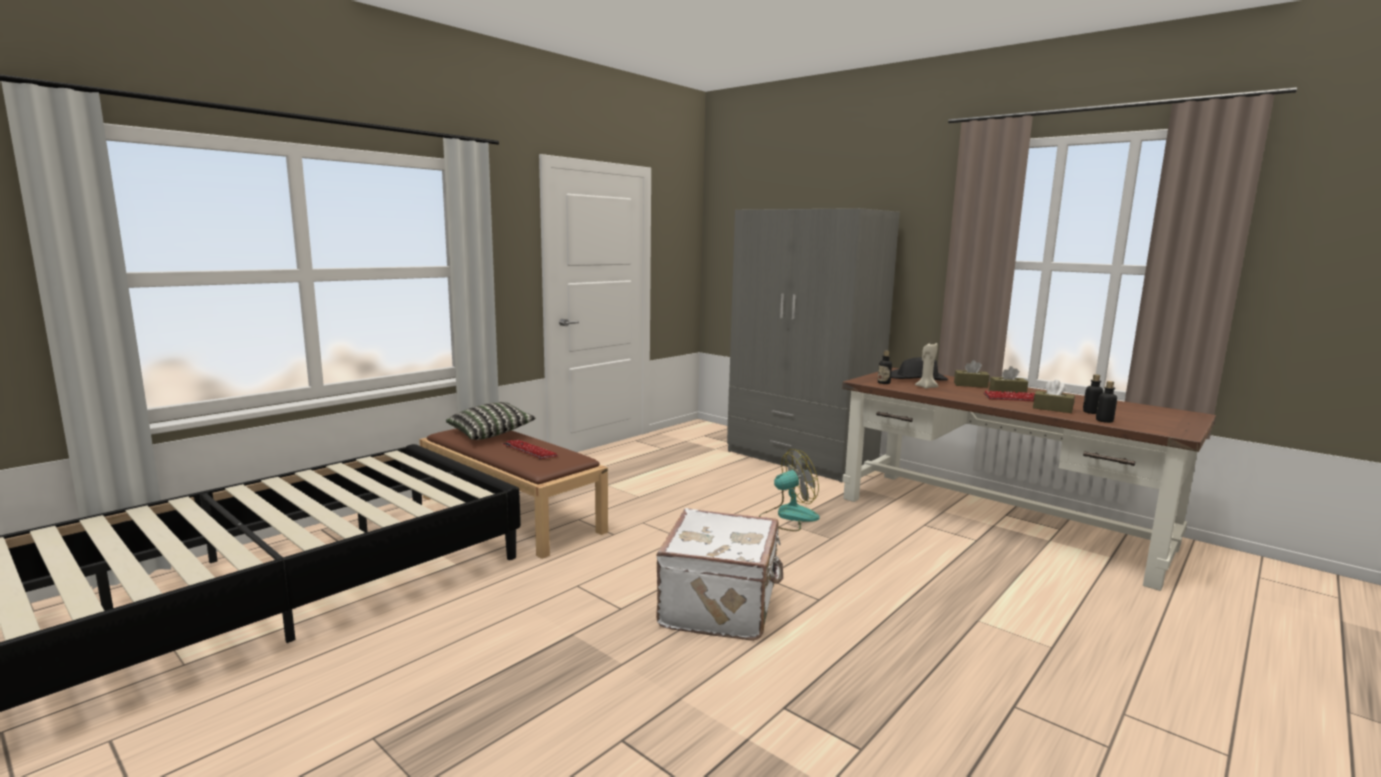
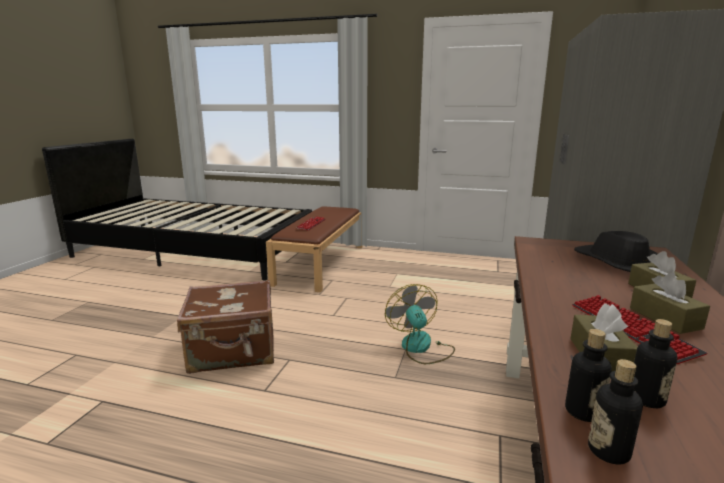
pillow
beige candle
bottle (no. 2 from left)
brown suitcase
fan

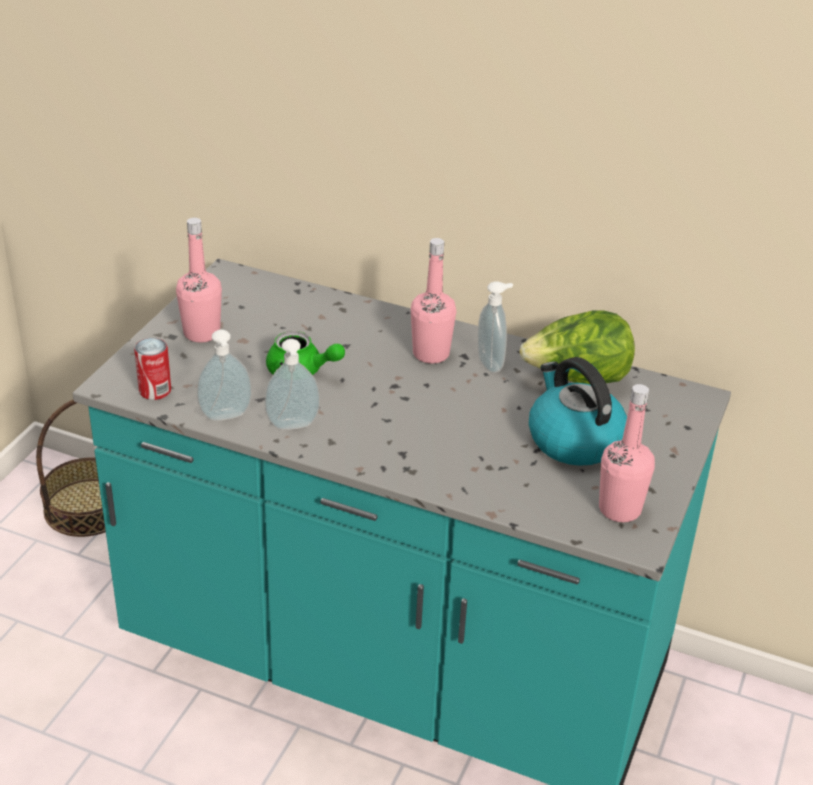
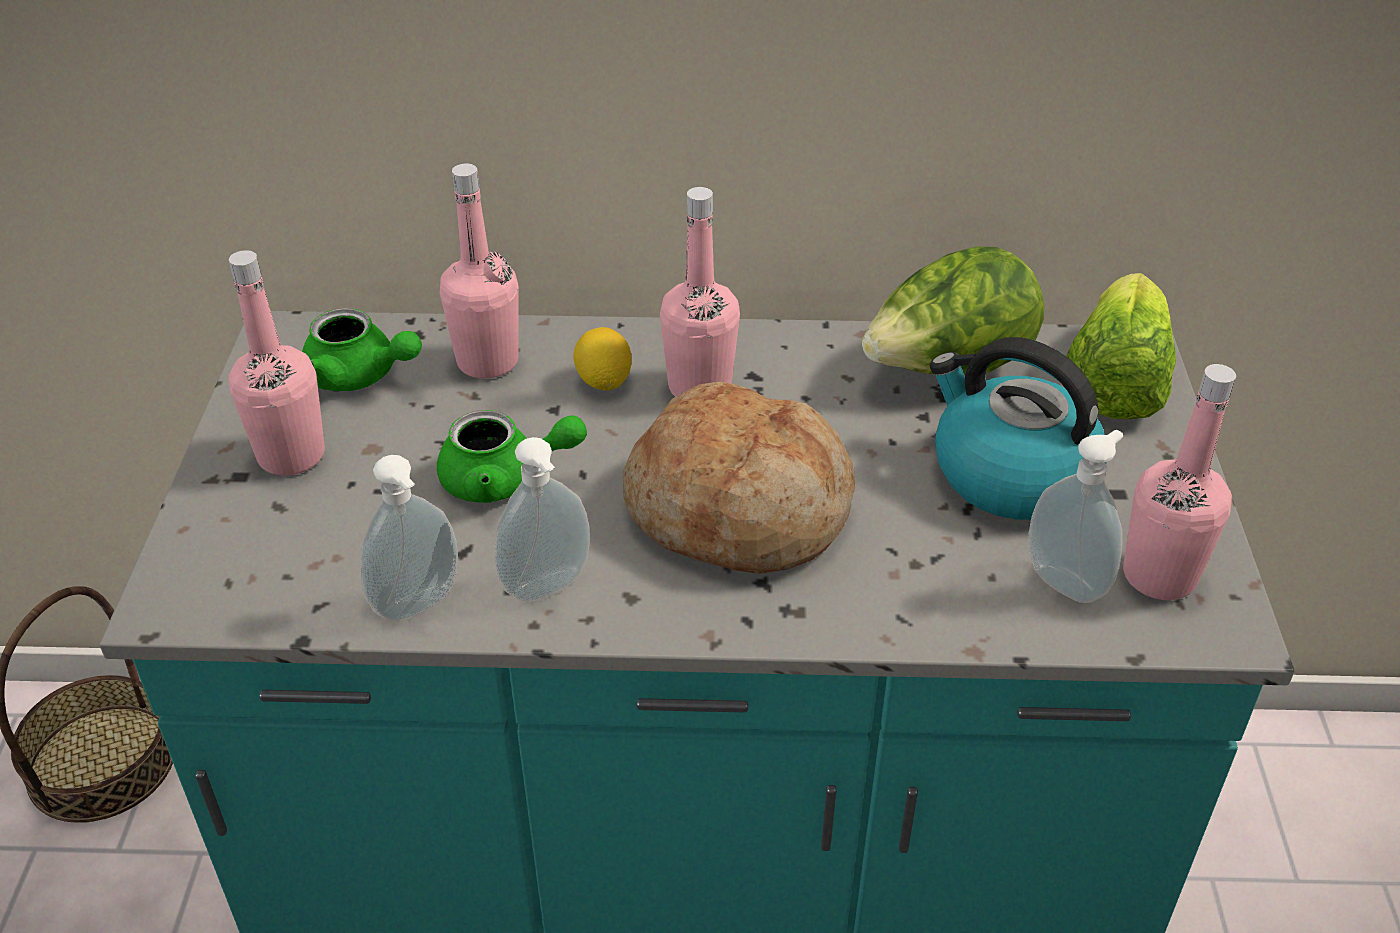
can
green teapot (no. 1 from left)
pink bottle (no. 2 from left)
lemon
bread
lettuce (no. 2 from left)
soap dispenser (no. 3 from left)

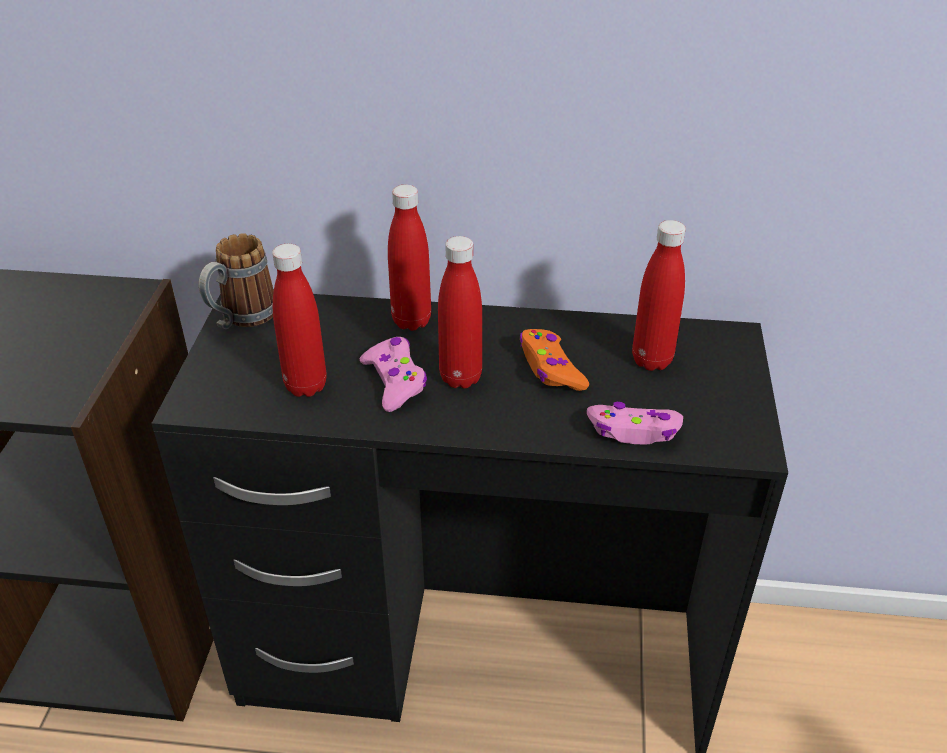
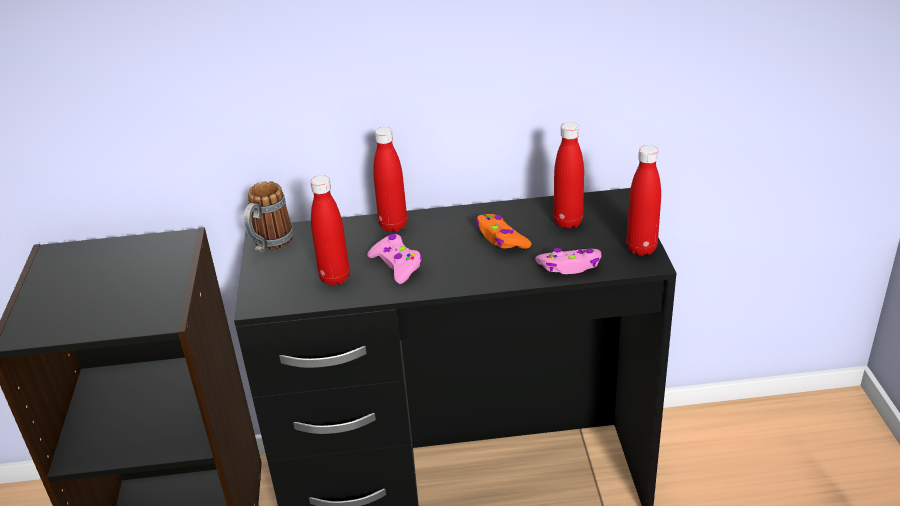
red bottle (no. 4 from left)

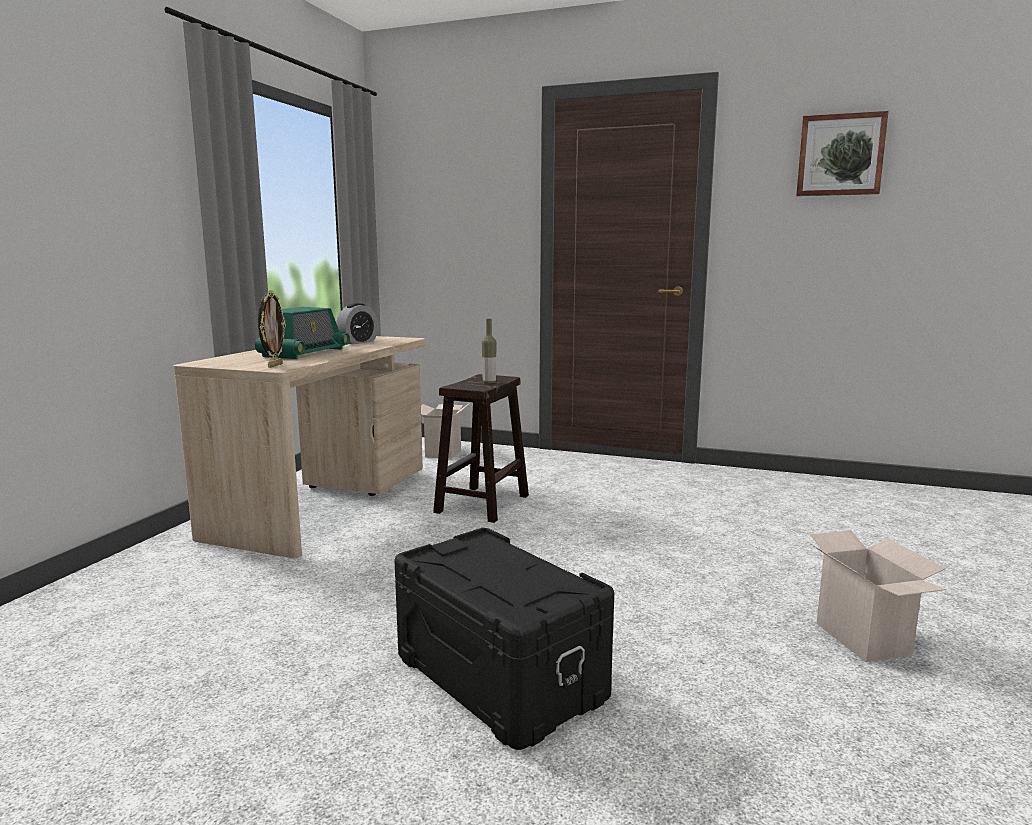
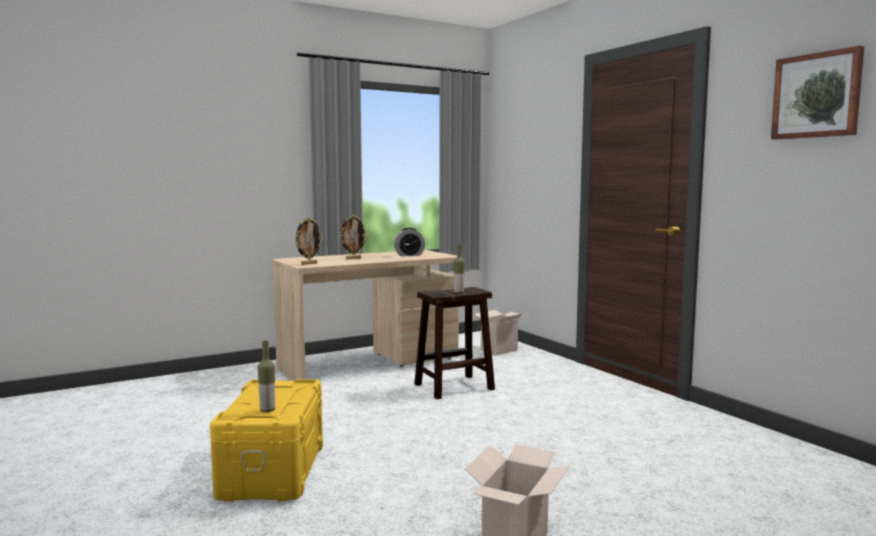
bottle (no. 1 from left)
picture frame (no. 2 from left)
yellow storage box

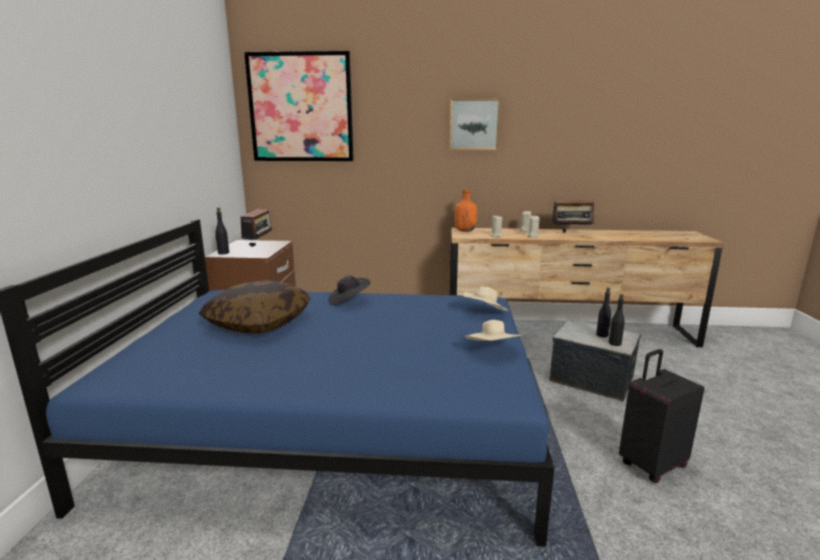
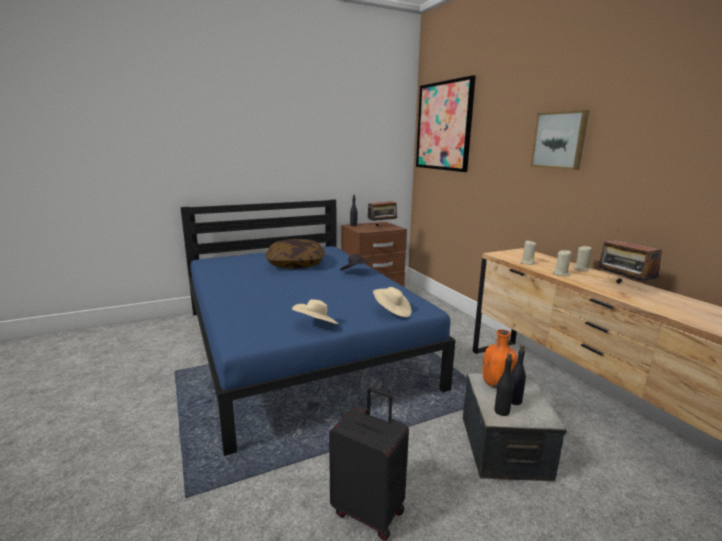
orange bottle

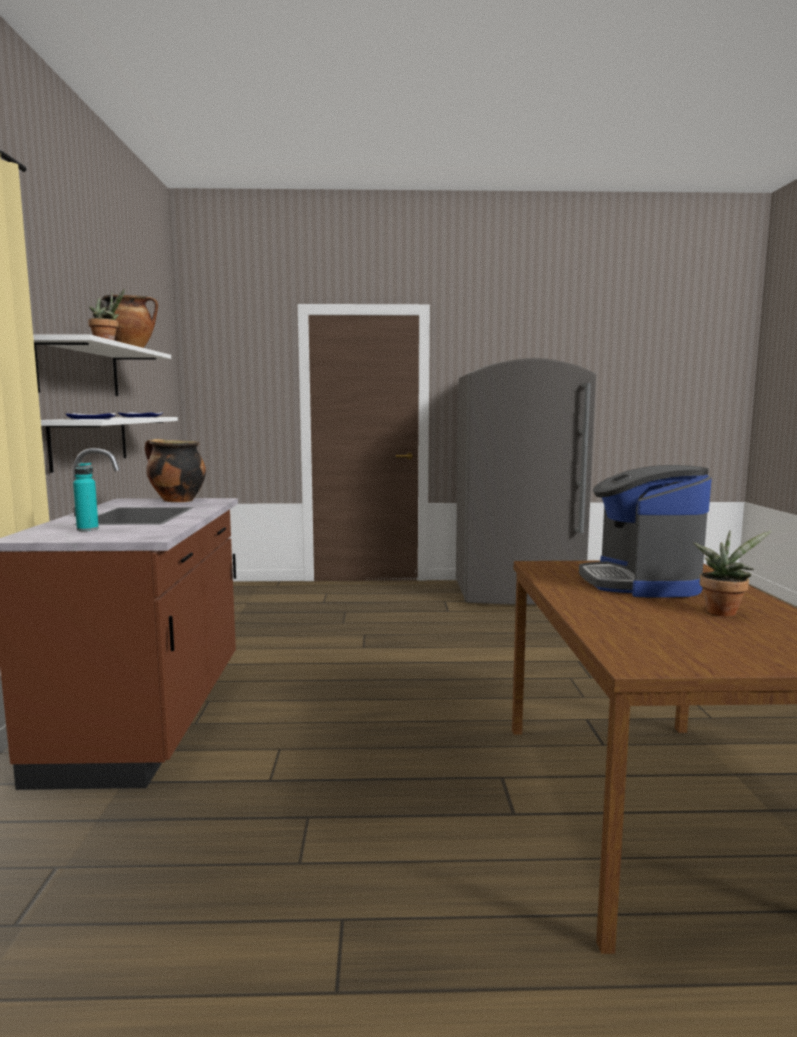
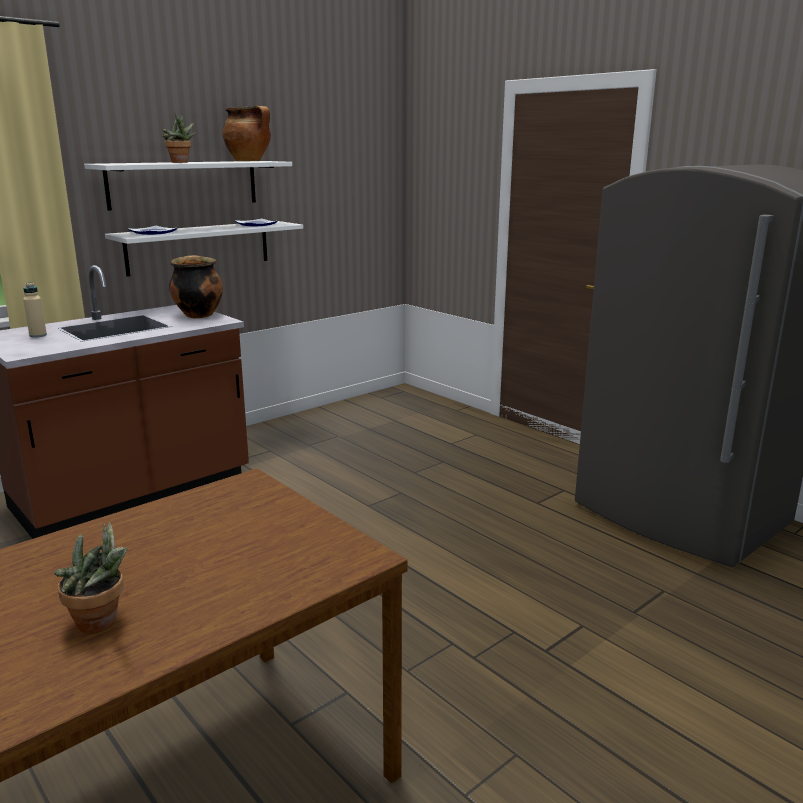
coffee machine
beige bottle

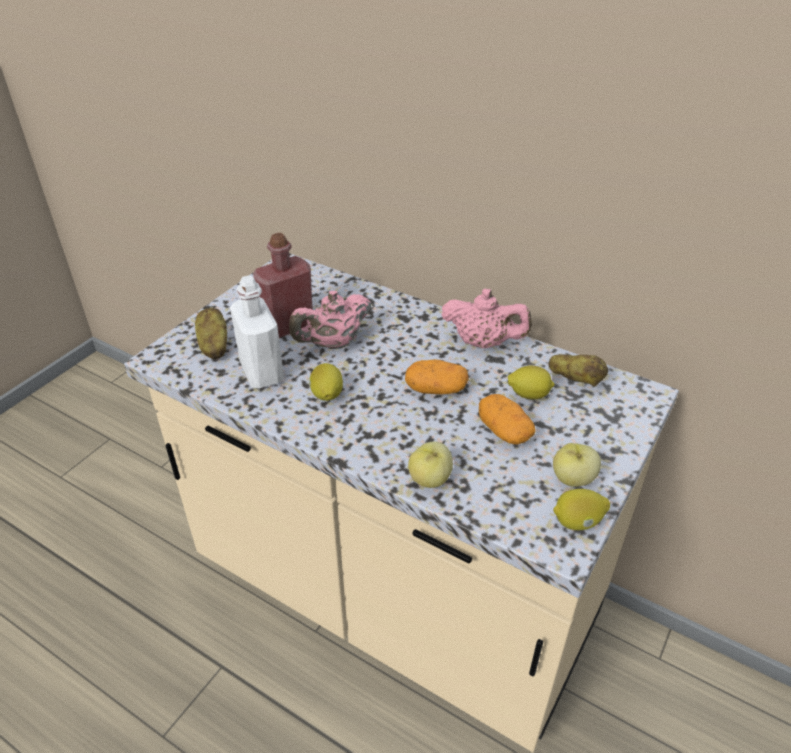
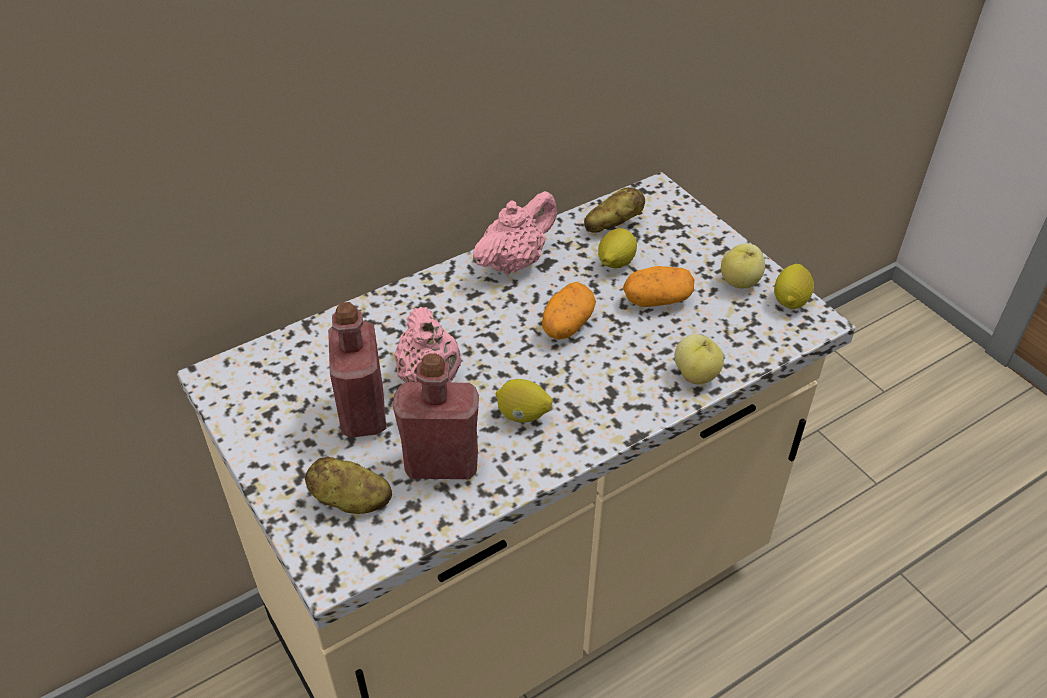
red bottle (no. 2 from left)

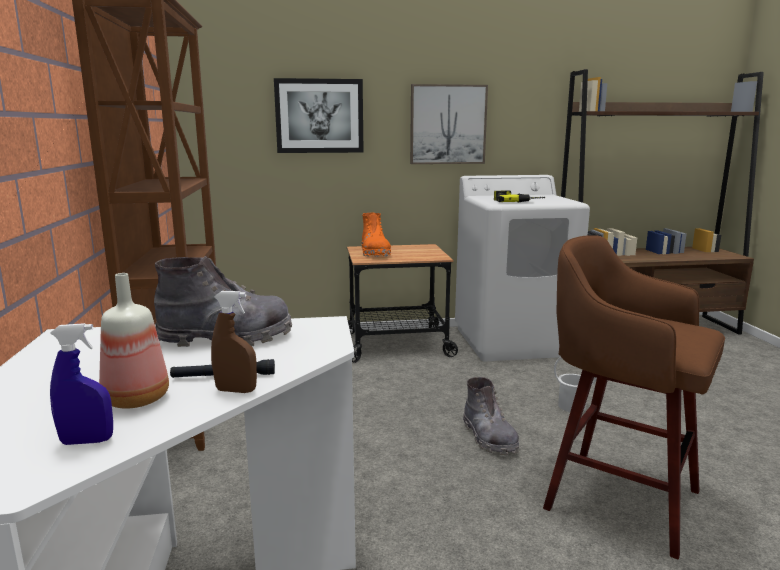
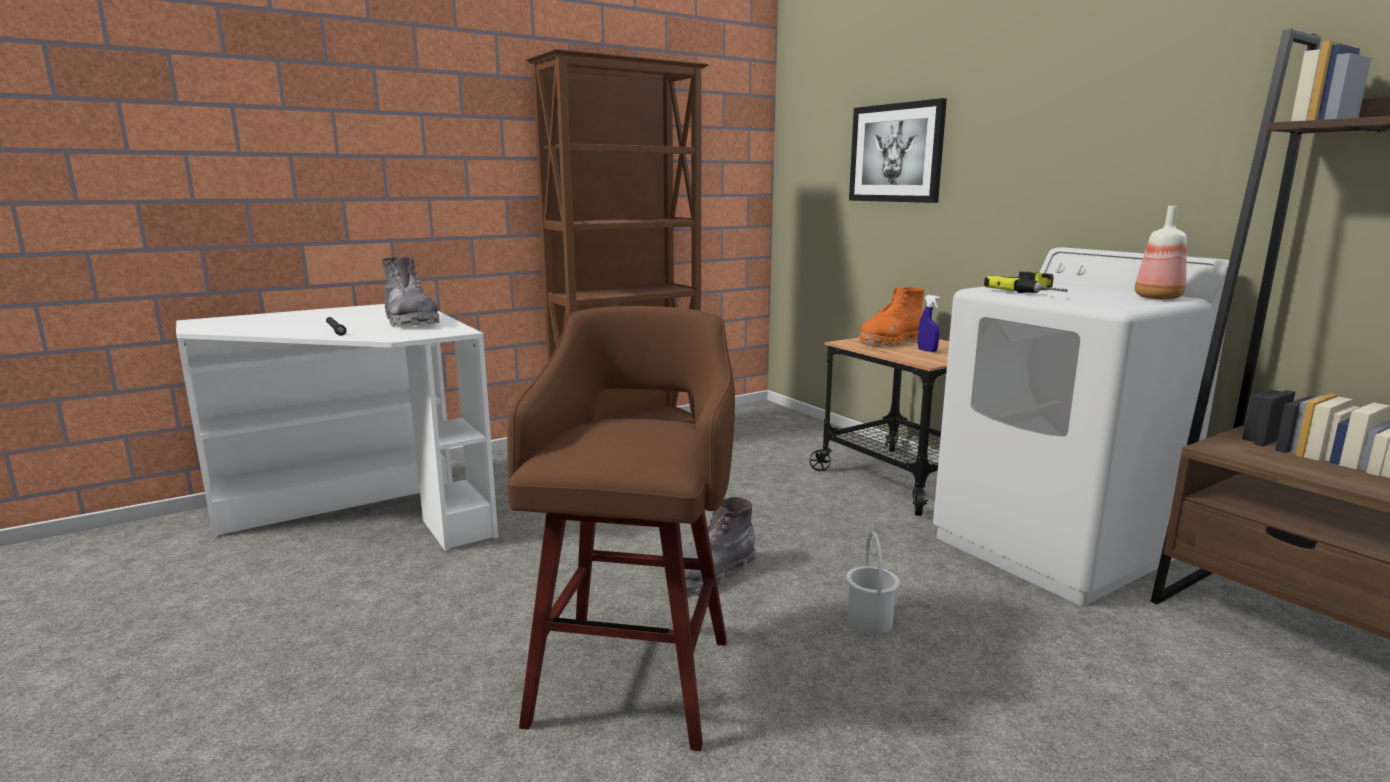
brown spray bottle
picture (no. 2 from left in the first image)
blue spray bottle
bottle

